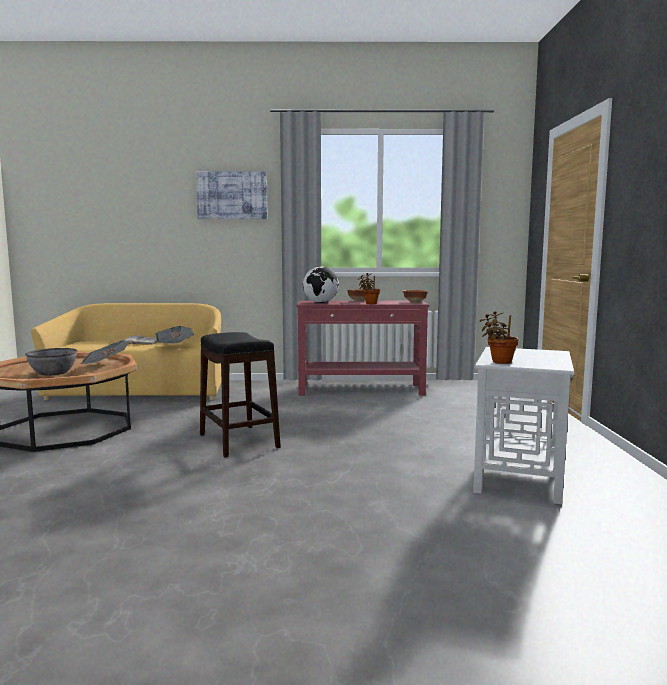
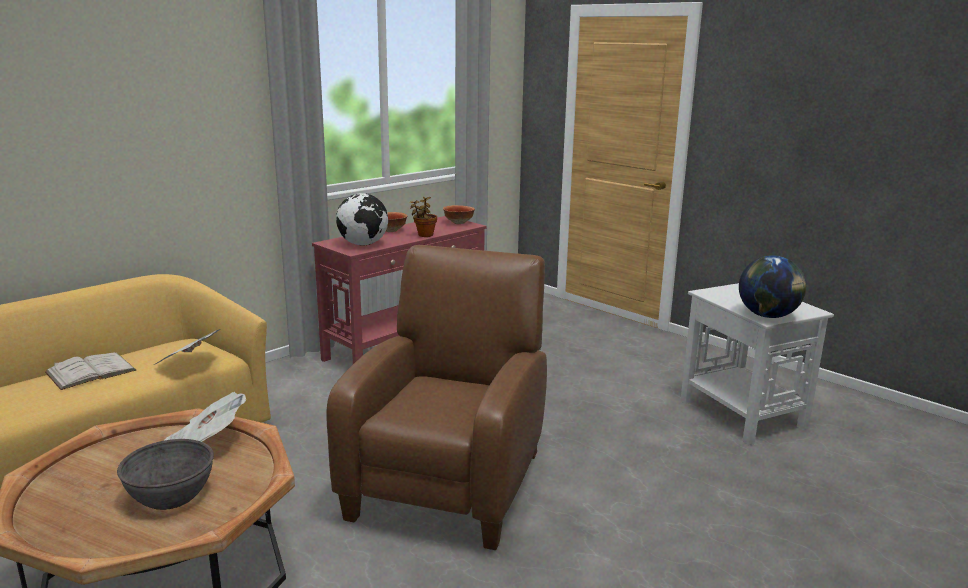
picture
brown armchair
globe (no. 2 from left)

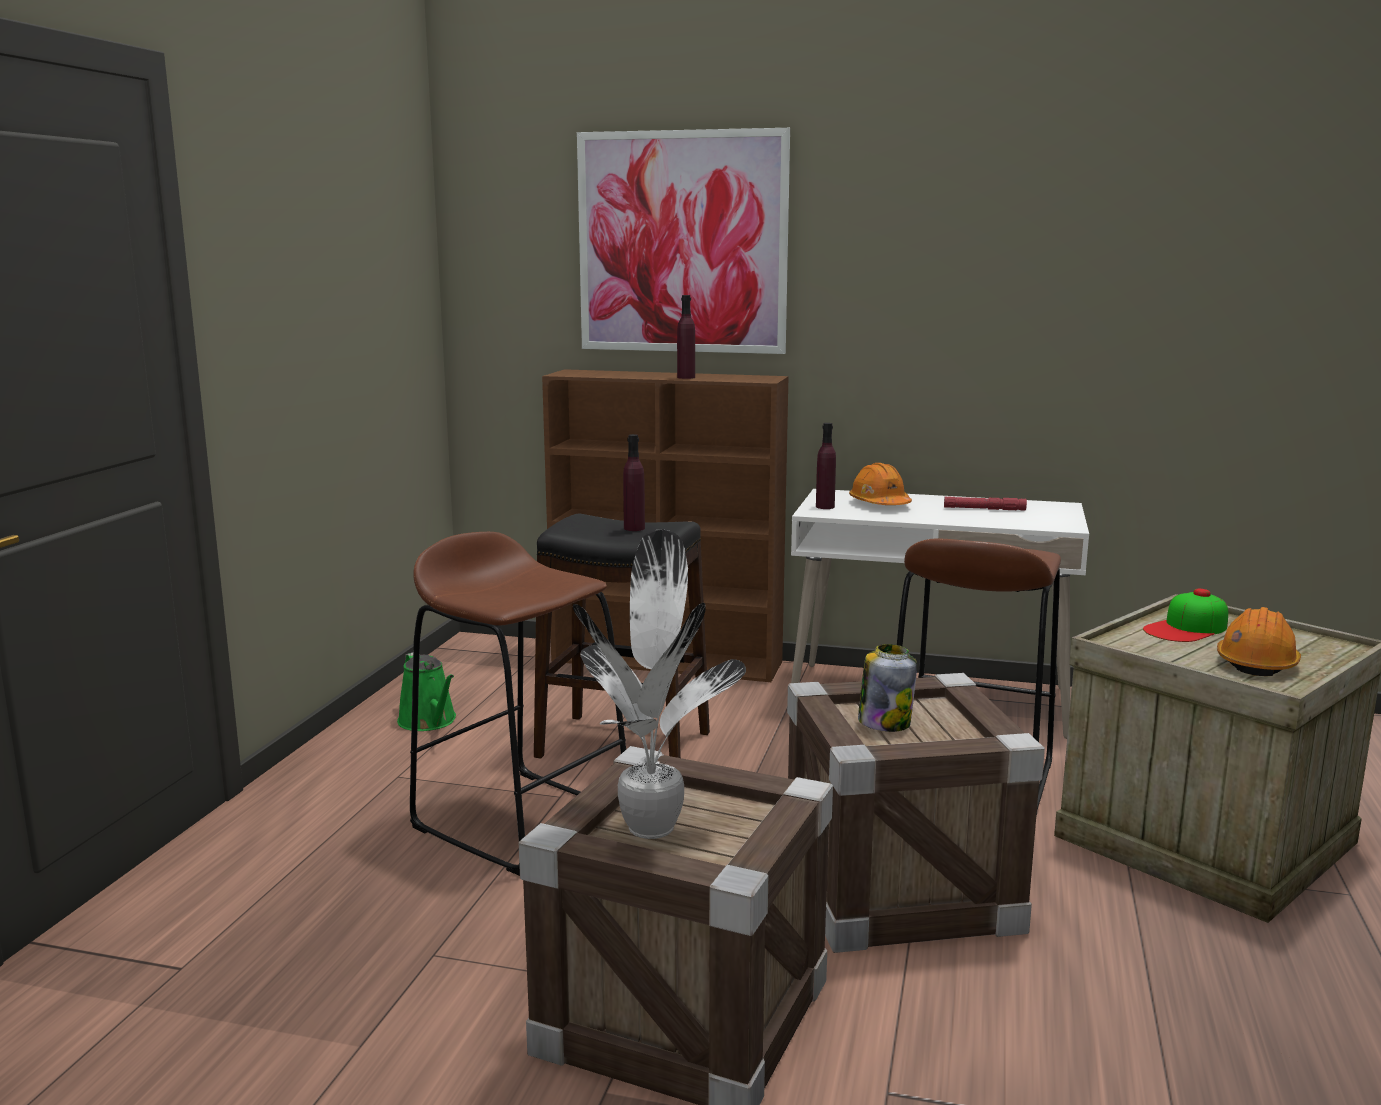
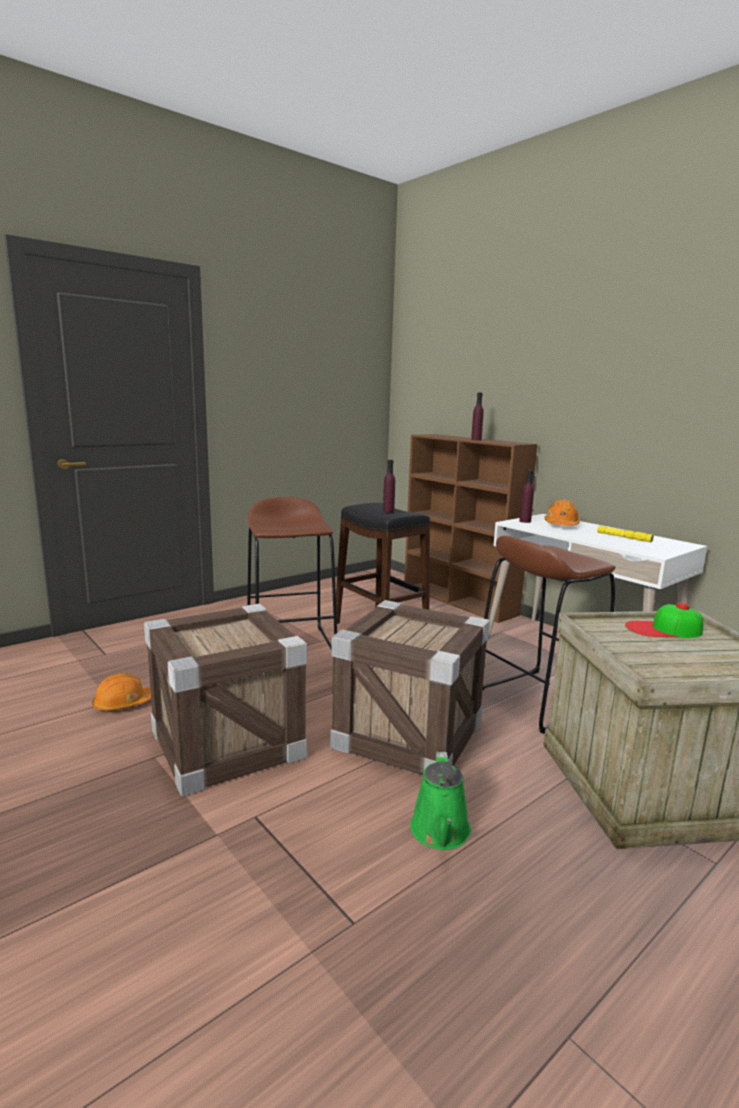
potted plant
picture
jar
green watering can
orange hard hat (no. 1 from left)
yellow flashlight

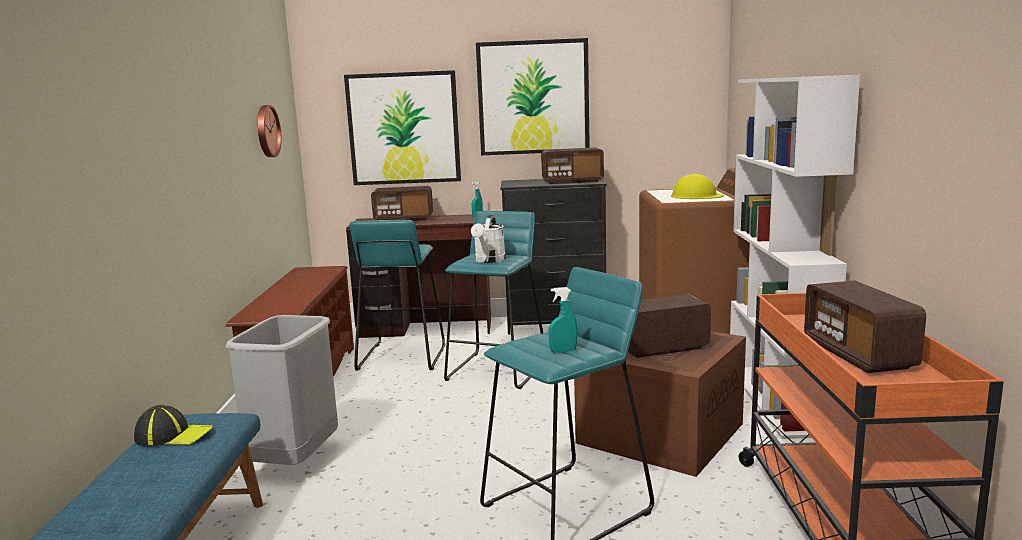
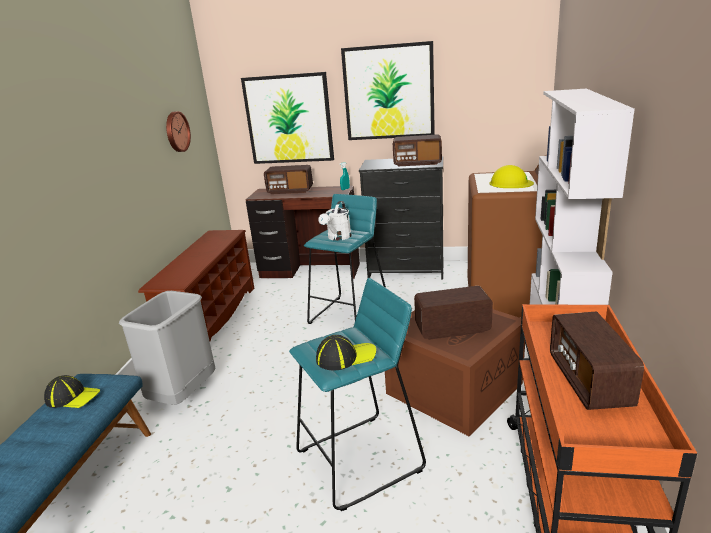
turquoise stool (no. 1 from left in the first image)
cap (no. 2 from left)

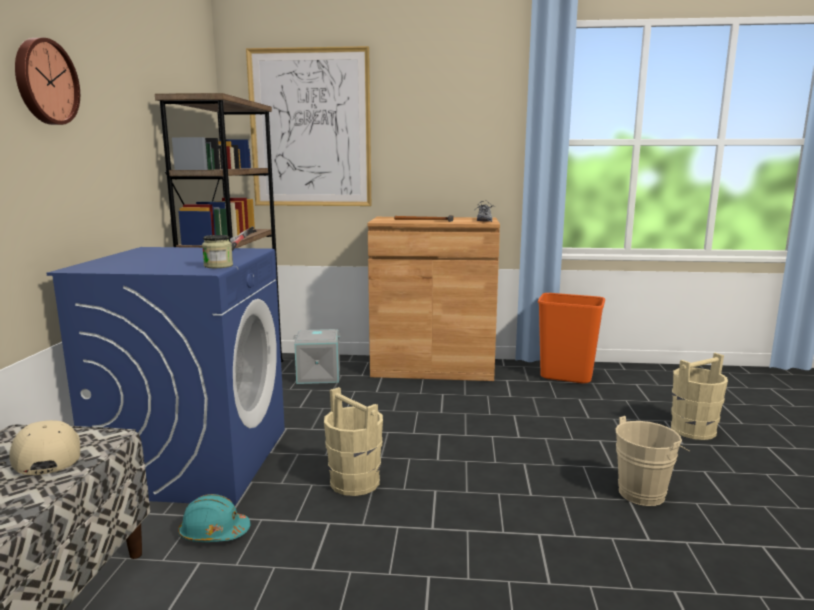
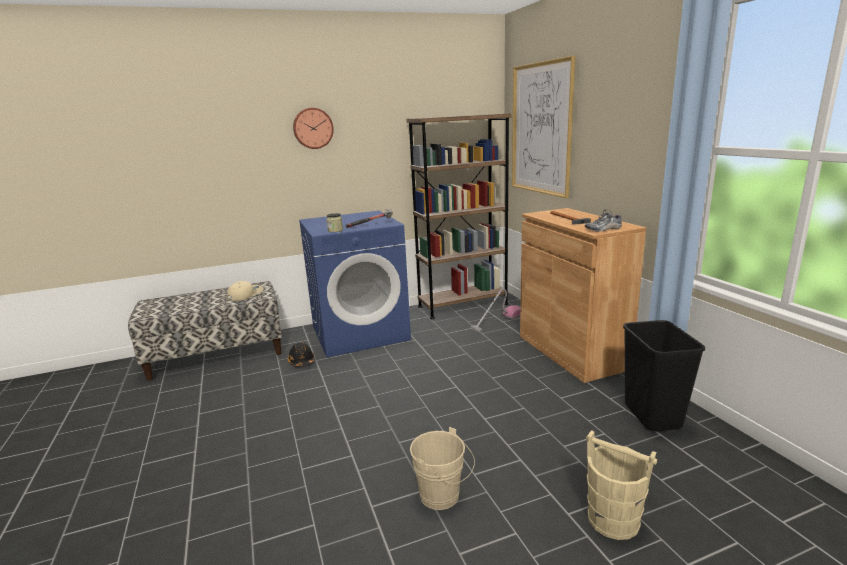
beige bucket (no. 1 from left in the first image)
vacuum cleaner
black hard hat
black trash can

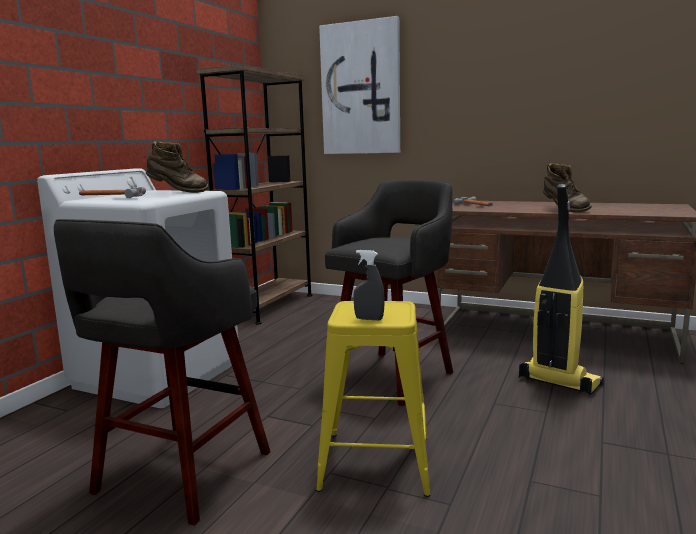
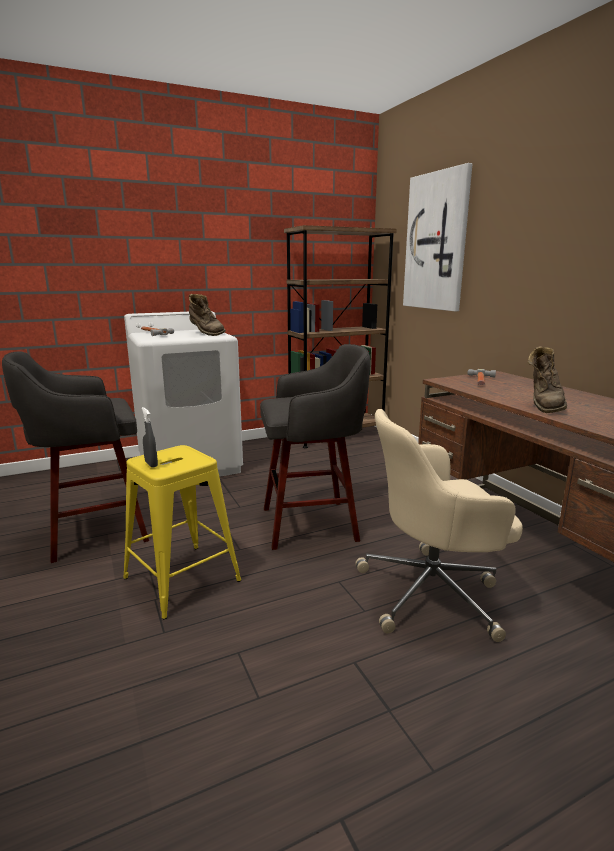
beige office chair

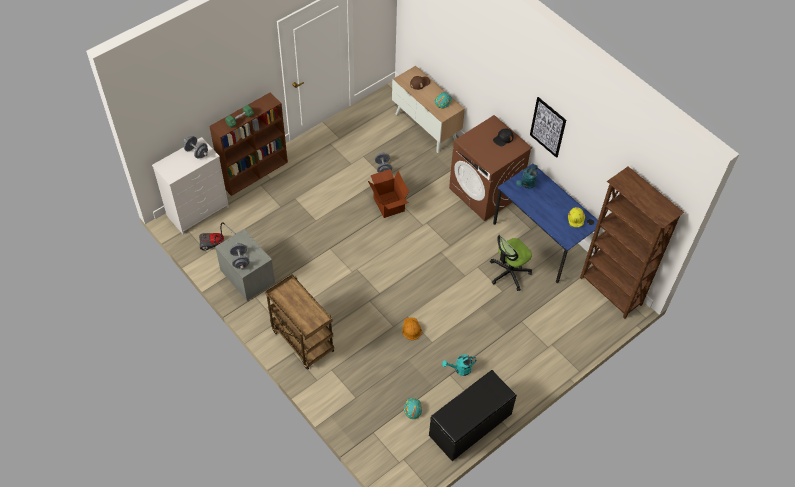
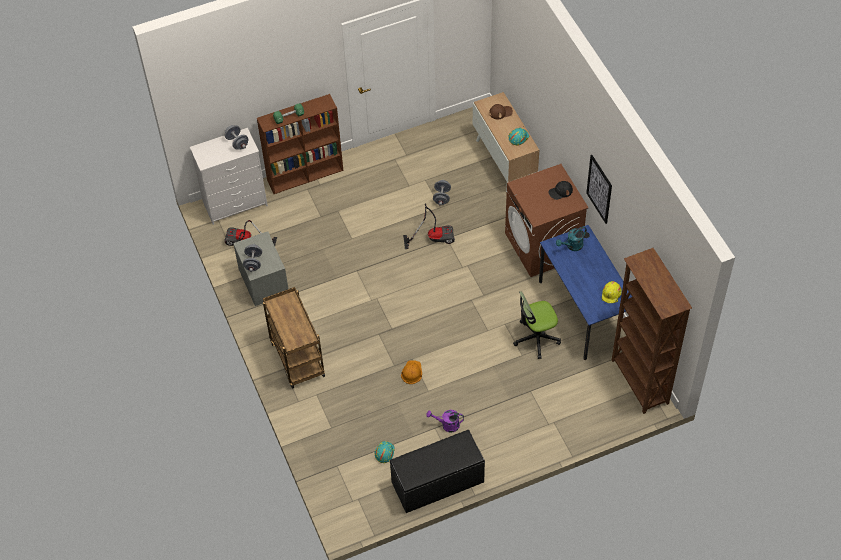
vacuum cleaner (no. 2 from left)
purple watering can

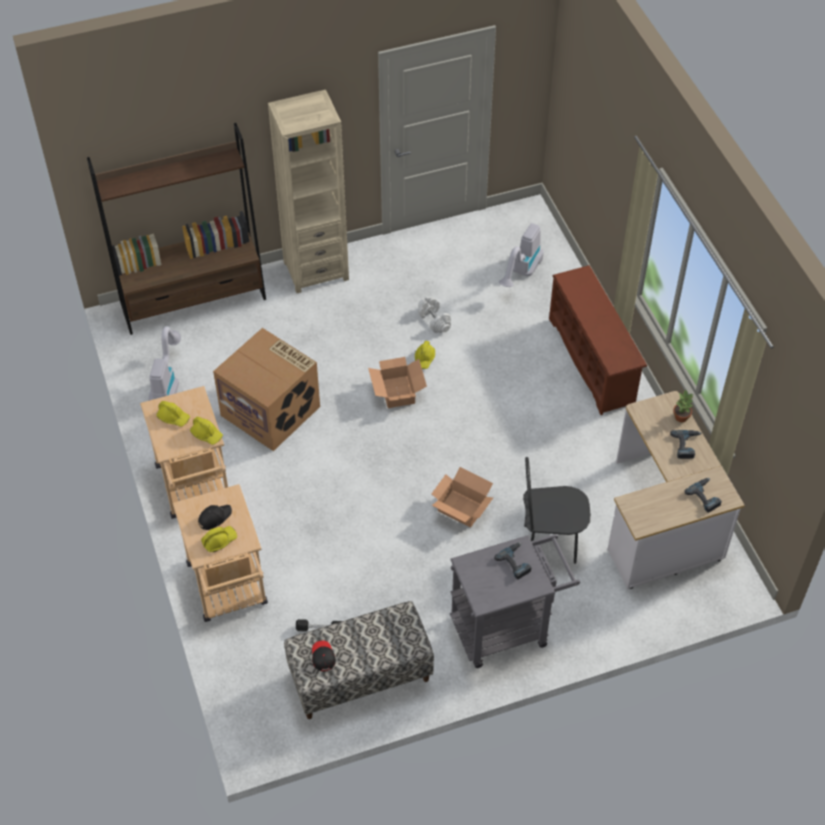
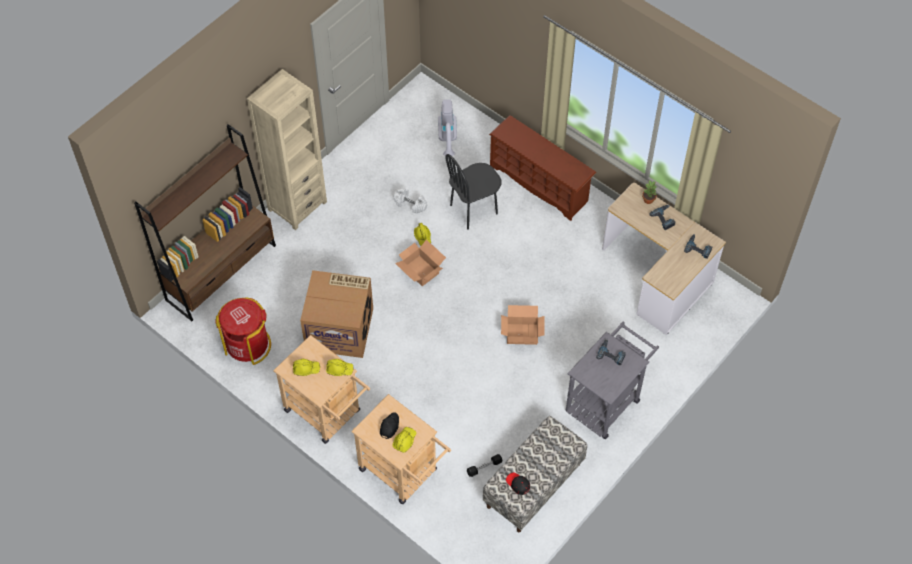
black chair
red trash can

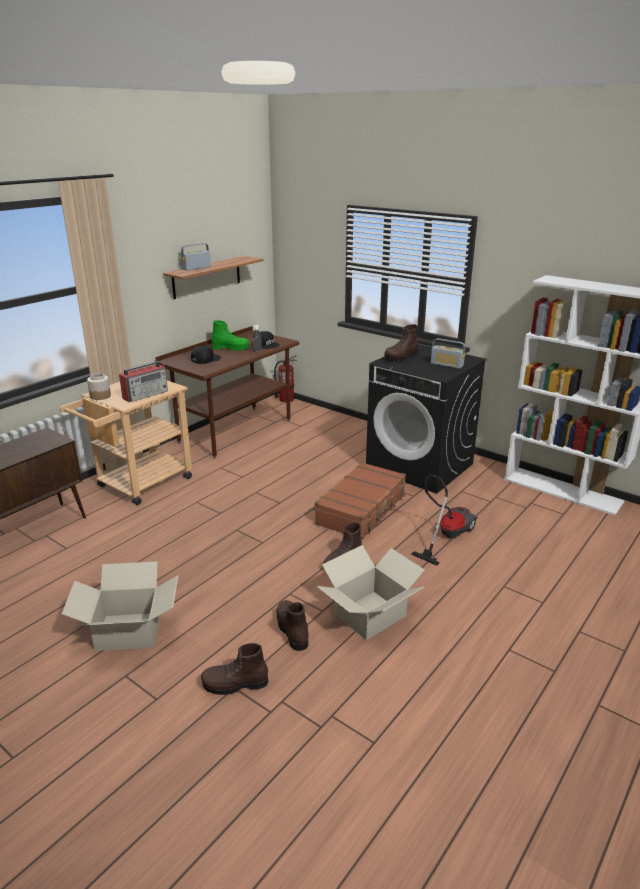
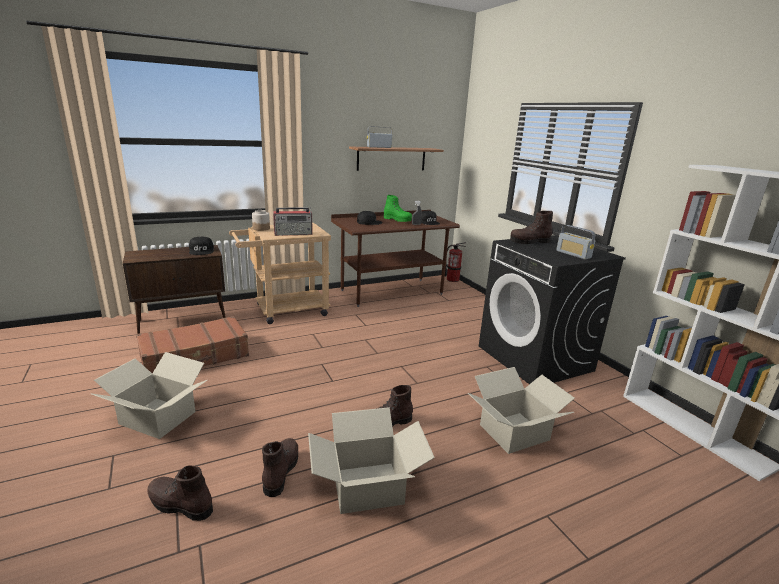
black cap (no. 1 from left)
brown suitcase
cardboard box (no. 3 from left)

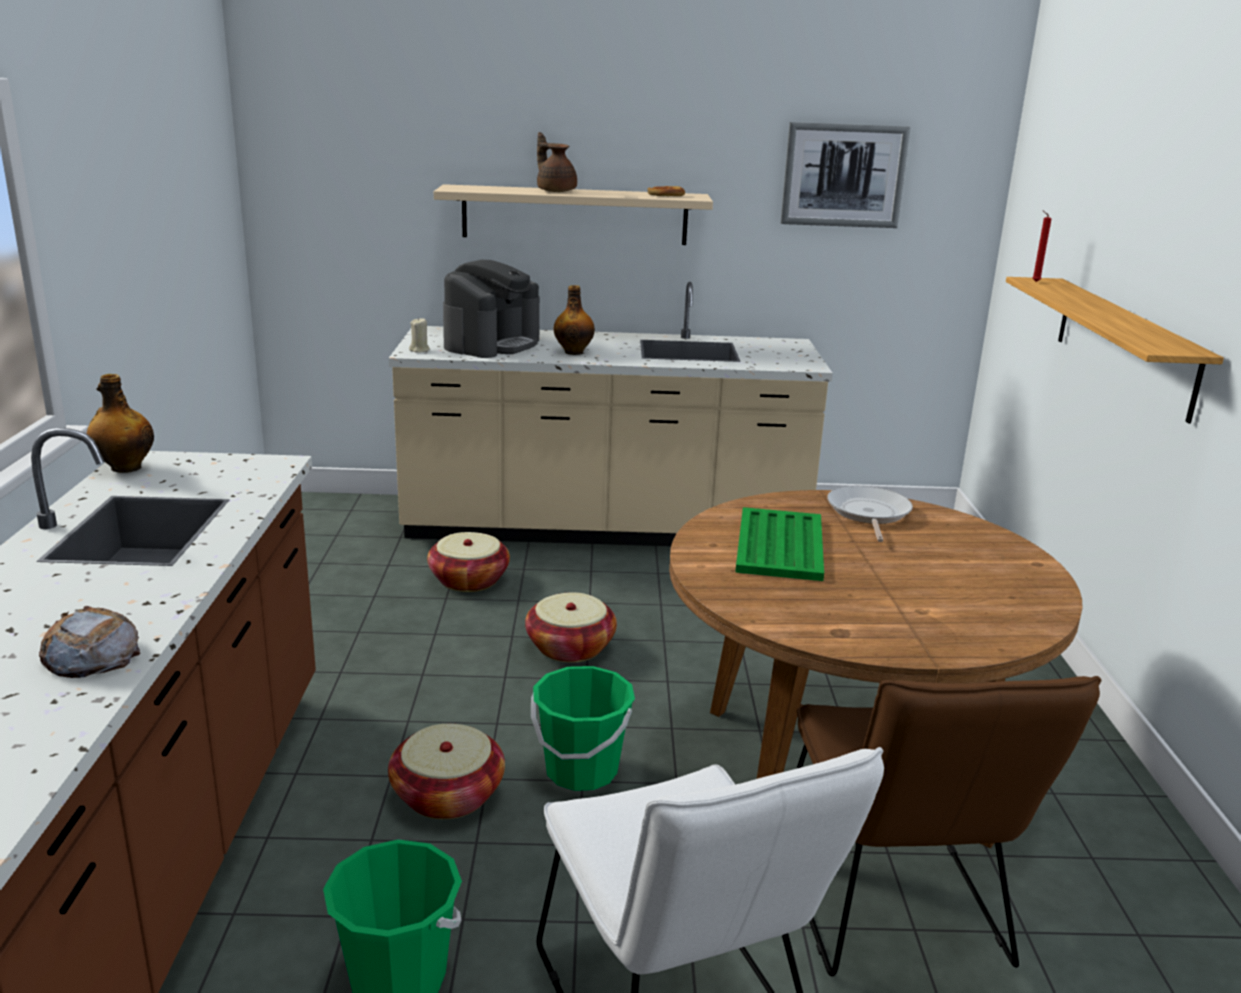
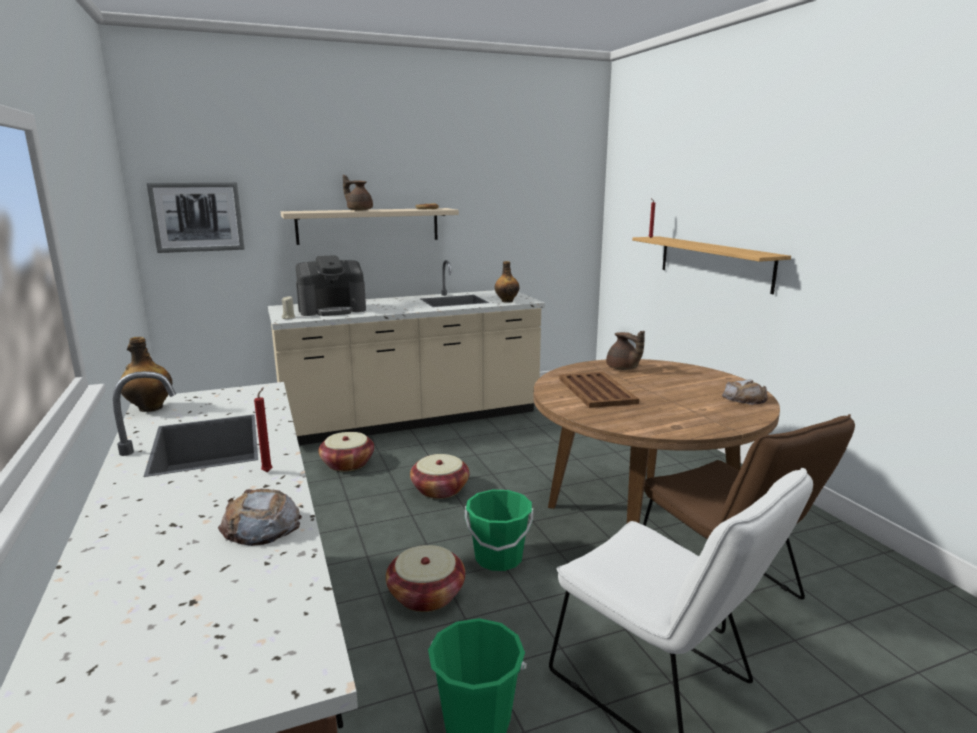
red candle (no. 1 from left)
bread (no. 3 from left)
bottle (no. 2 from left)
picture
brown teapot (no. 2 from left)
brown tray
coffee machine

